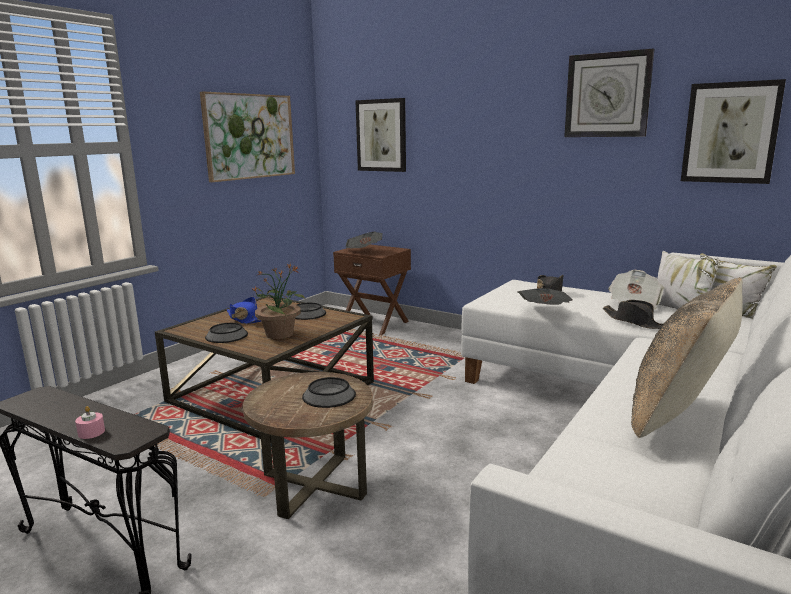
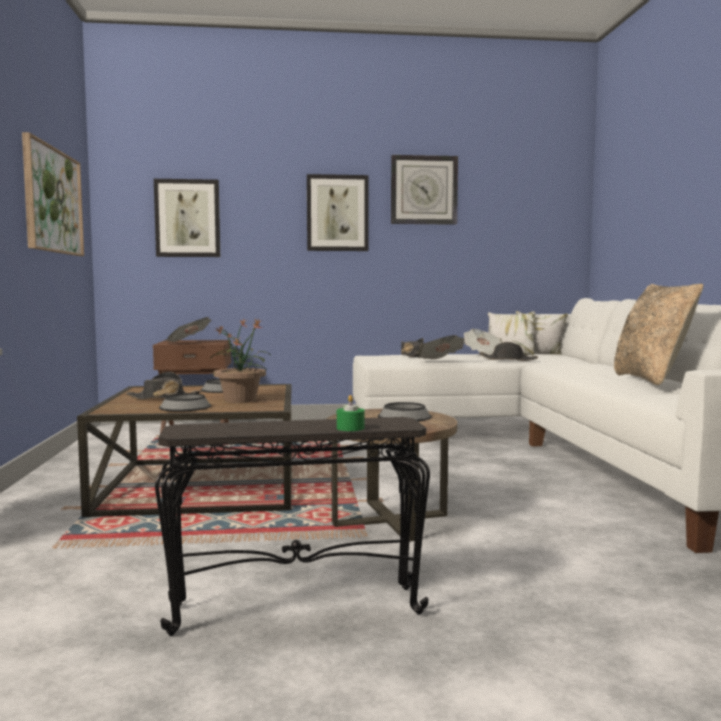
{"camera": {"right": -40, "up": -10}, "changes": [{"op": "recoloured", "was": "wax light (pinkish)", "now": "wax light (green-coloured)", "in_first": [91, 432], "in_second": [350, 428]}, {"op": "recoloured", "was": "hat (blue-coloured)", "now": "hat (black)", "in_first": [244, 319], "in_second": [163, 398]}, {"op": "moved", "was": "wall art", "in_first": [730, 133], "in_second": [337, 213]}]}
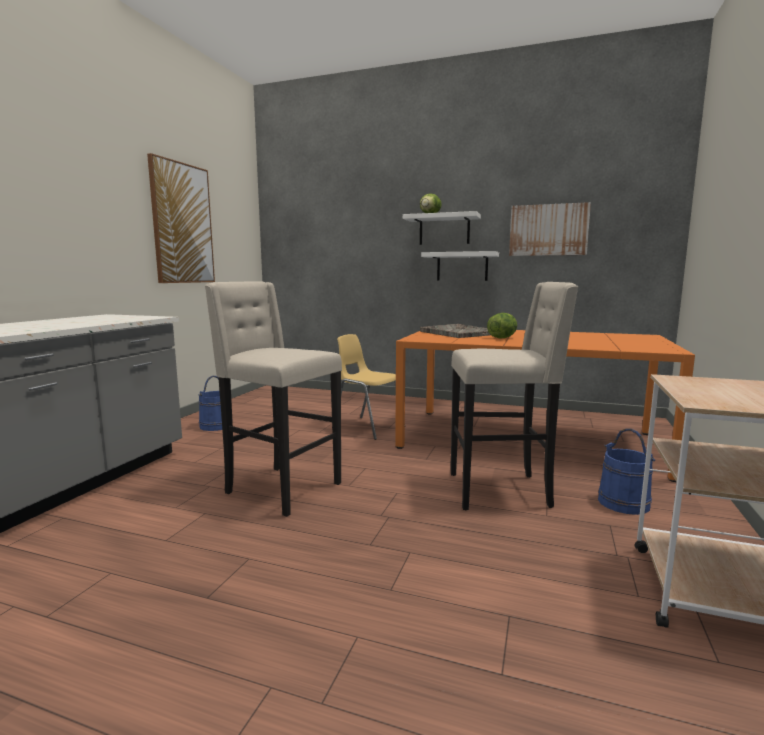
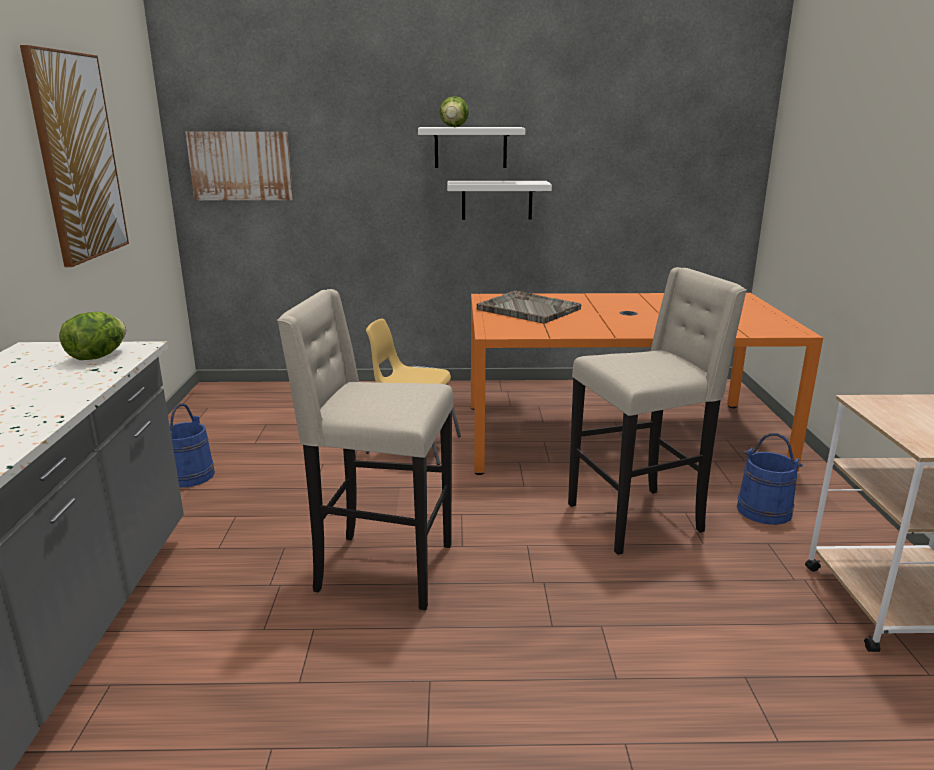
{"camera": {"right": -20, "up": 10}, "changes": [{"op": "moved", "was": "lettuce head", "in_first": [502, 338], "in_second": [98, 357]}, {"op": "moved", "was": "wall art", "in_first": [548, 230], "in_second": [241, 166]}]}
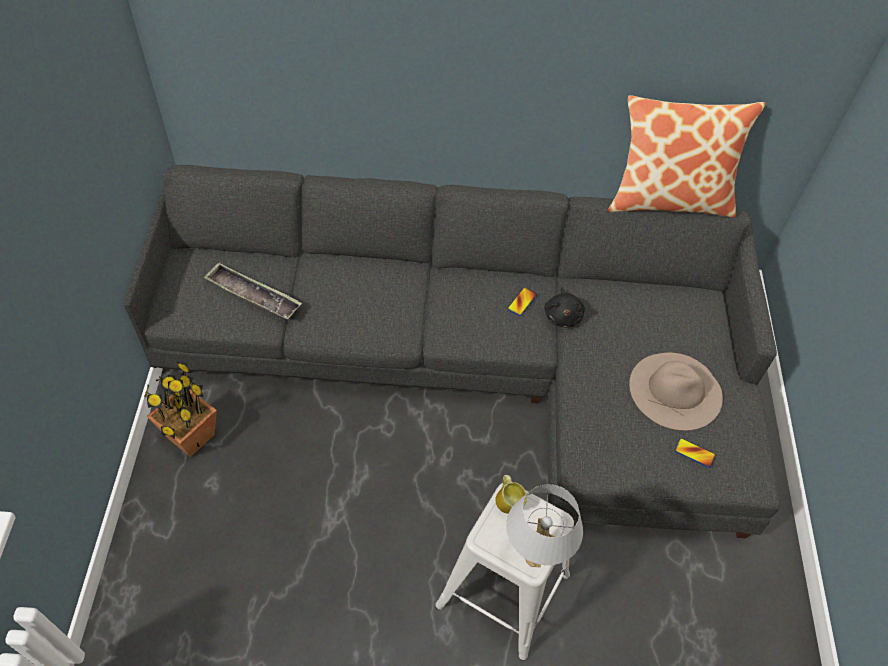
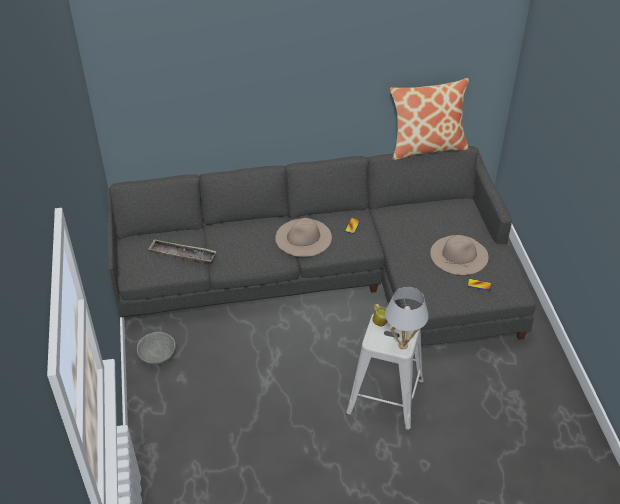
{"camera": {"right": -10, "up": -10}, "changes": [{"op": "replaced", "was": "plant in a pot", "now": "deep dish (grey)", "in_first": [191, 437], "in_second": [158, 355]}, {"op": "removed", "was": "soft toy (black)", "in_first": [563, 315]}, {"op": "added", "now": "hat (beige)", "in_second": [303, 237]}]}
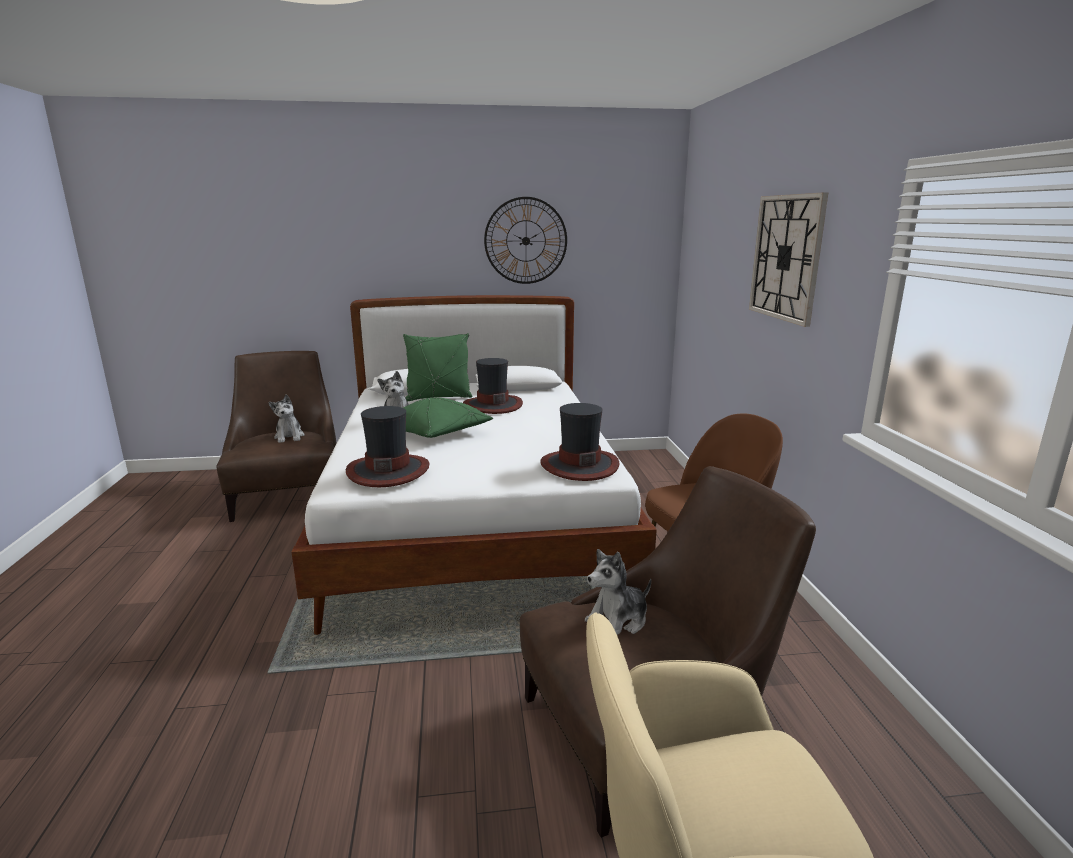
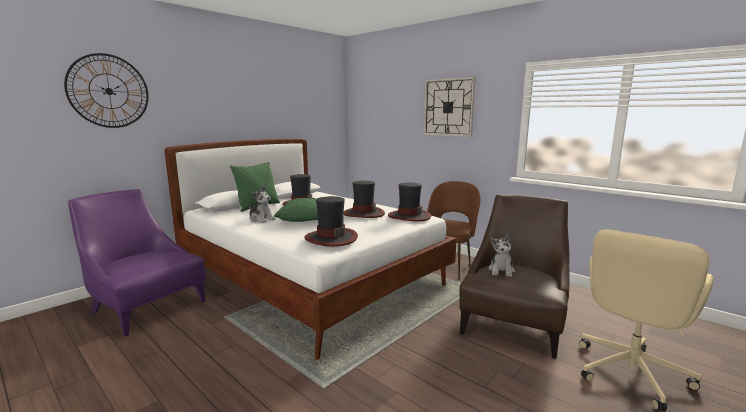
{"camera": {"right": -40, "up": -5}, "changes": [{"op": "recoloured", "was": "easy chair (brown-coloured)", "now": "easy chair (purple-coloured)", "in_first": [289, 492], "in_second": [144, 304]}, {"op": "removed", "was": "soft toy", "in_first": [289, 437]}, {"op": "moved", "was": "wall clock", "in_first": [525, 241], "in_second": [109, 91]}, {"op": "added", "now": "hat", "in_second": [363, 213]}]}
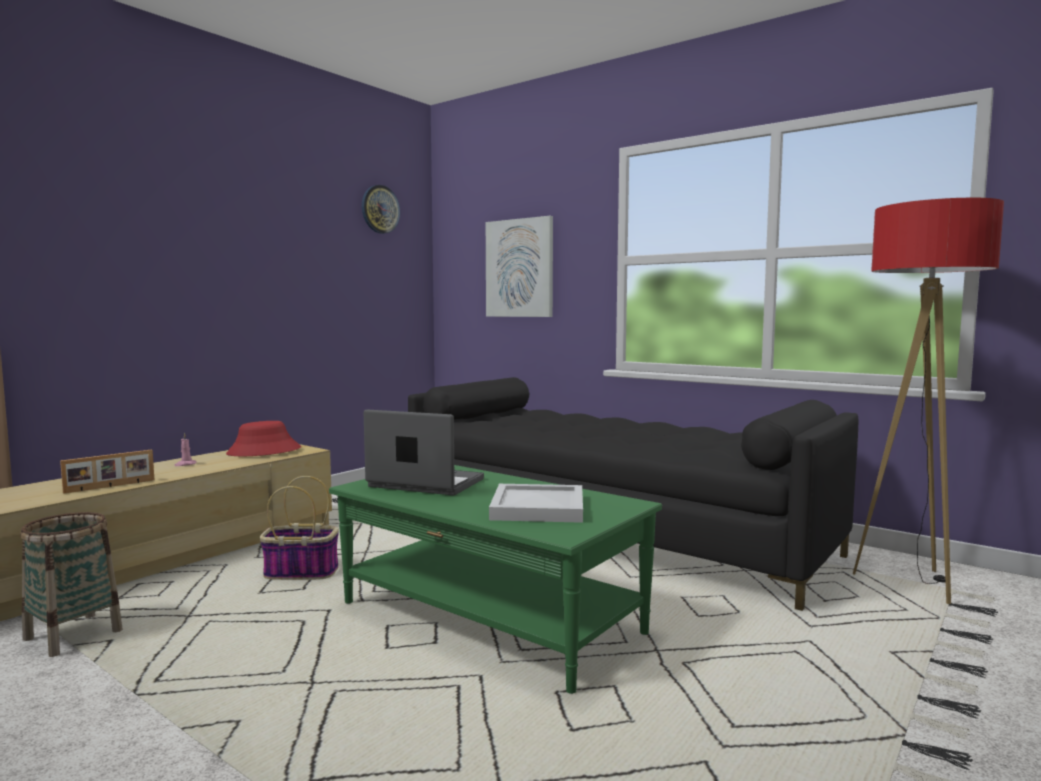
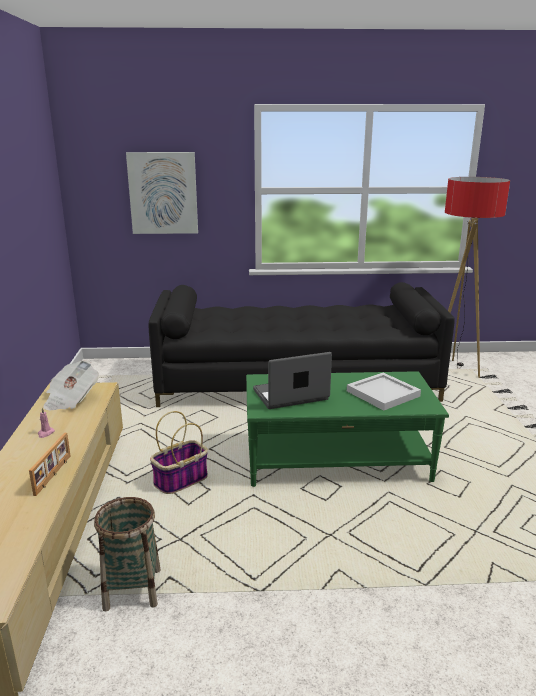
{"camera": {"right": -40, "up": 15}, "changes": [{"op": "replaced", "was": "hat (red-coloured)", "now": "daily paper", "in_first": [264, 451], "in_second": [71, 399]}, {"op": "removed", "was": "wall clock", "in_first": [380, 209]}]}
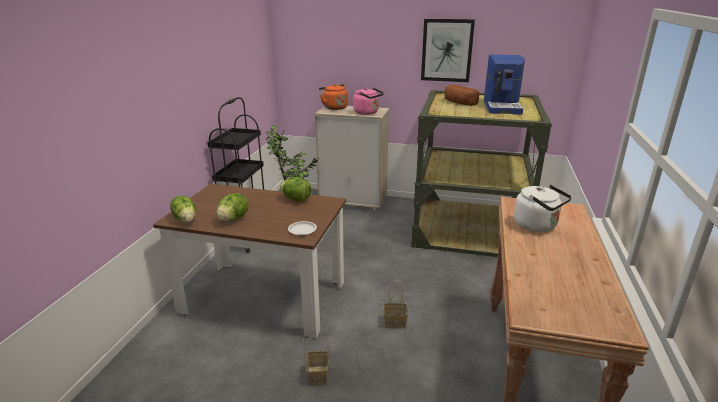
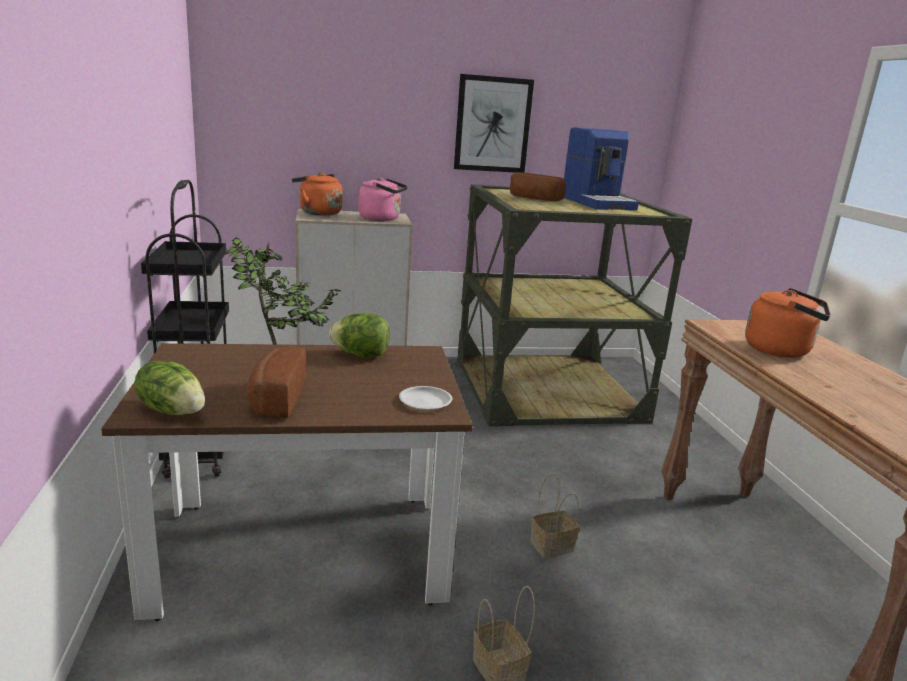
{"camera": {"right": -25, "up": -5}, "changes": [{"op": "replaced", "was": "lettuce head", "now": "baked bread", "in_first": [233, 219], "in_second": [275, 399]}, {"op": "recoloured", "was": "kettle (white-coloured)", "now": "kettle (orange-coloured)", "in_first": [537, 226], "in_second": [781, 350]}]}
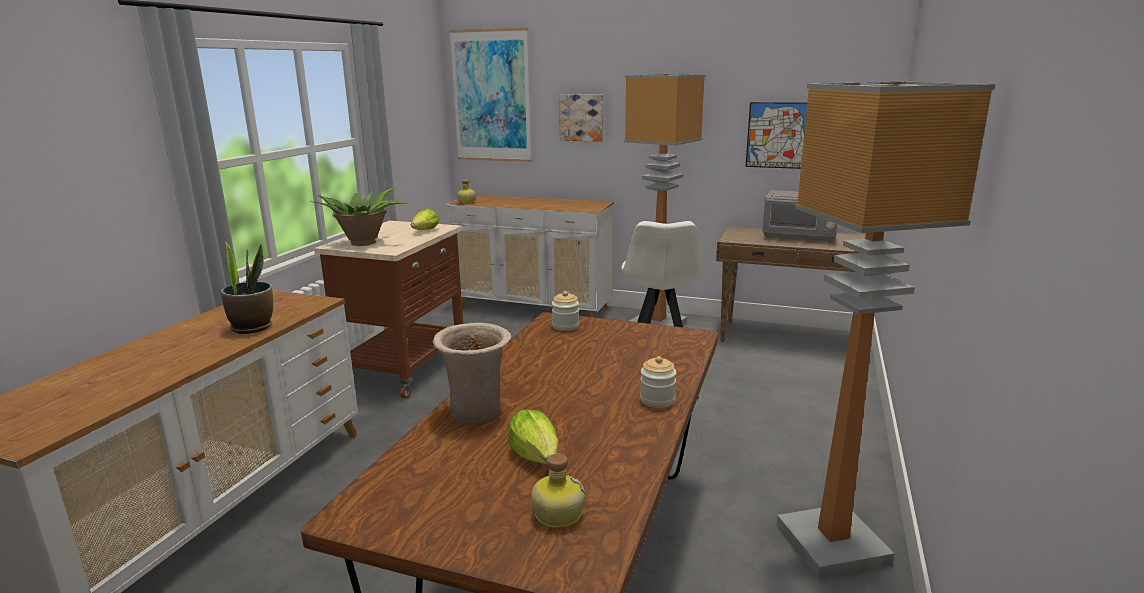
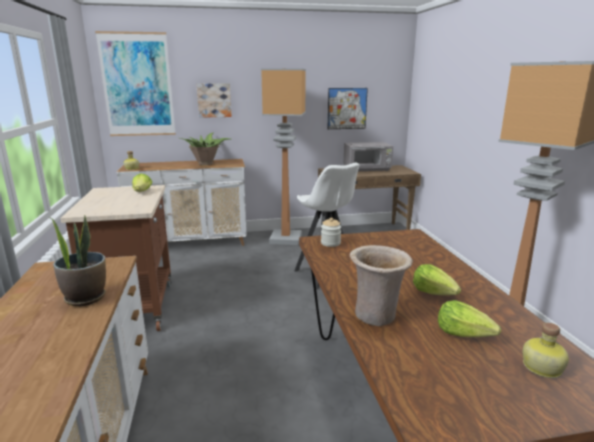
{"camera": {"right": -30, "up": 0}, "changes": [{"op": "moved", "was": "plant in a pot", "in_first": [364, 243], "in_second": [206, 163]}, {"op": "removed", "was": "preserve jar", "in_first": [657, 400]}, {"op": "added", "now": "lettuce head", "in_second": [434, 292]}]}
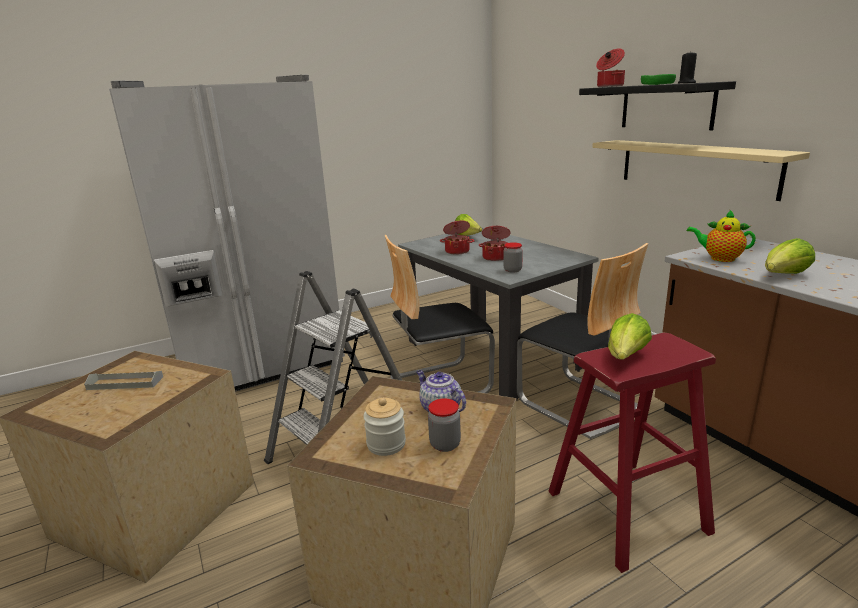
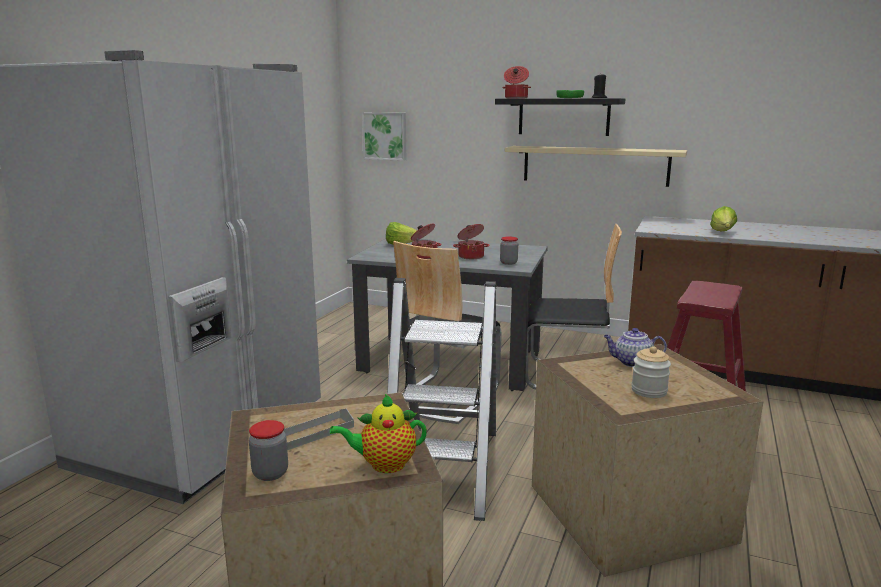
{"camera": {"right": -40, "up": -5}, "changes": [{"op": "moved", "was": "preserve jar", "in_first": [445, 444], "in_second": [270, 473]}, {"op": "removed", "was": "lettuce head", "in_first": [626, 357]}, {"op": "moved", "was": "pot for tea", "in_first": [719, 258], "in_second": [384, 465]}, {"op": "added", "now": "wall art", "in_second": [385, 136]}]}
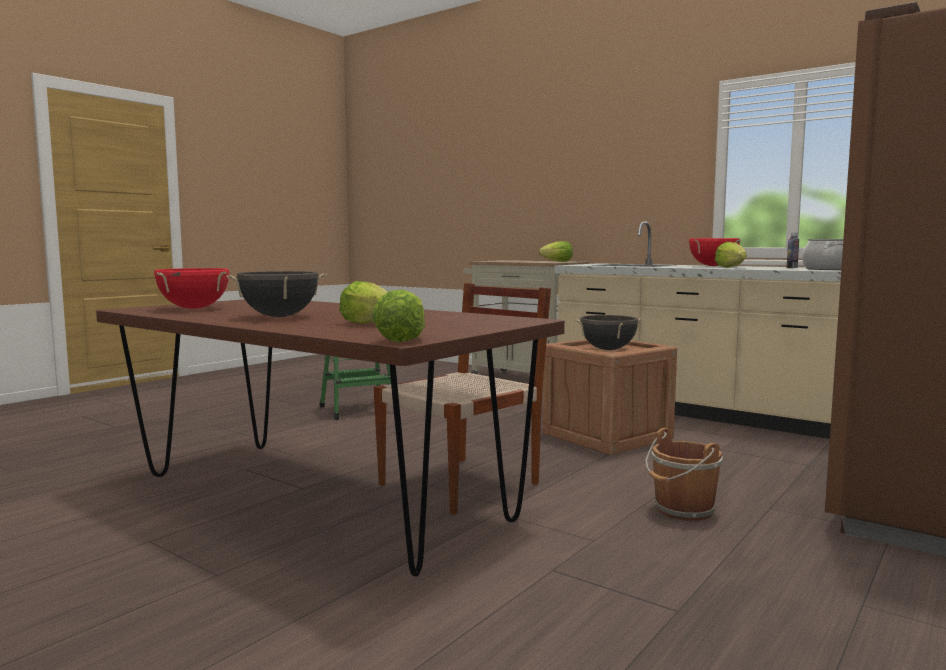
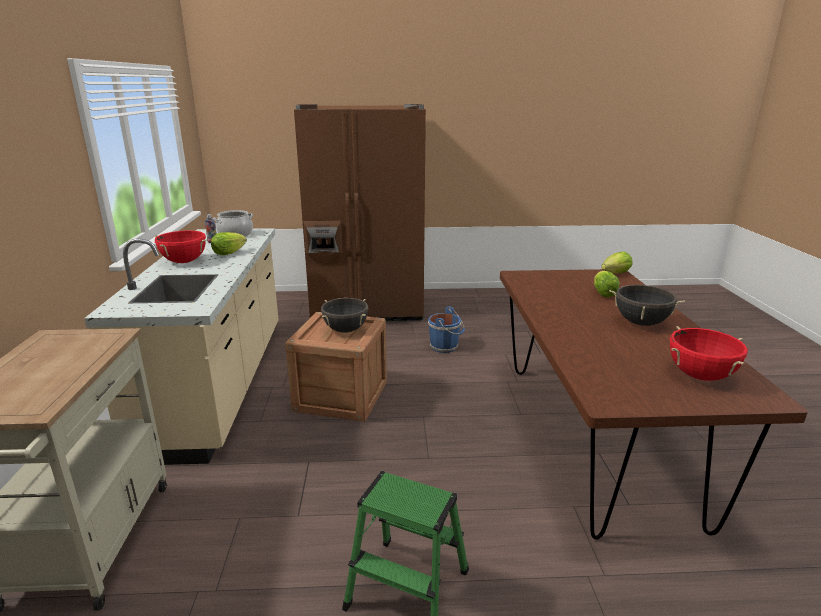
{"camera": {"right": -130, "up": 15}, "changes": [{"op": "removed", "was": "upright chair", "in_first": [462, 484]}, {"op": "removed", "was": "lettuce head", "in_first": [557, 261]}, {"op": "recoloured", "was": "pail (brown-coloured)", "now": "pail (blue-coloured)", "in_first": [682, 510], "in_second": [445, 347]}]}
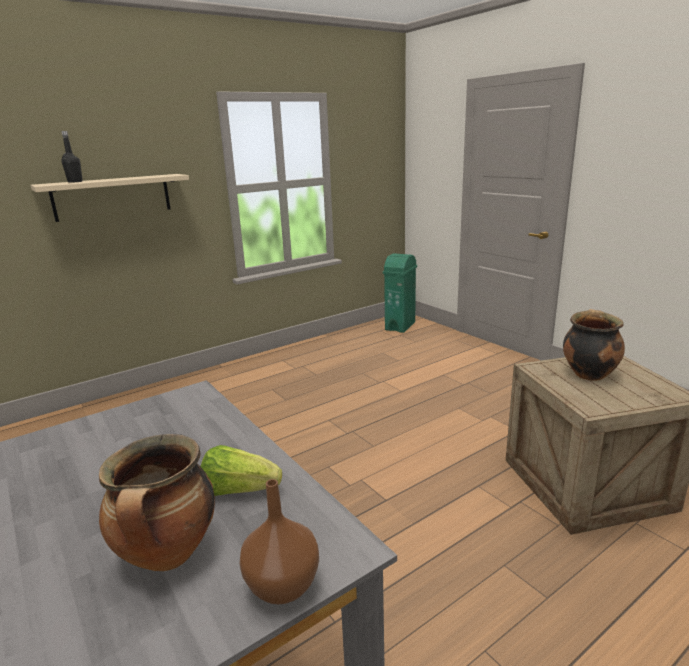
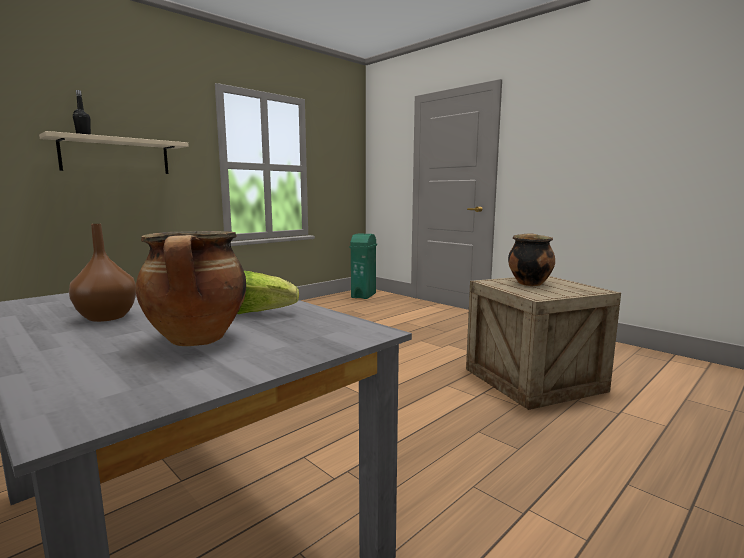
{"camera": {"right": -10, "up": -10}, "changes": [{"op": "moved", "was": "flower vase (brown-coloured)", "in_first": [283, 587], "in_second": [106, 317]}]}
